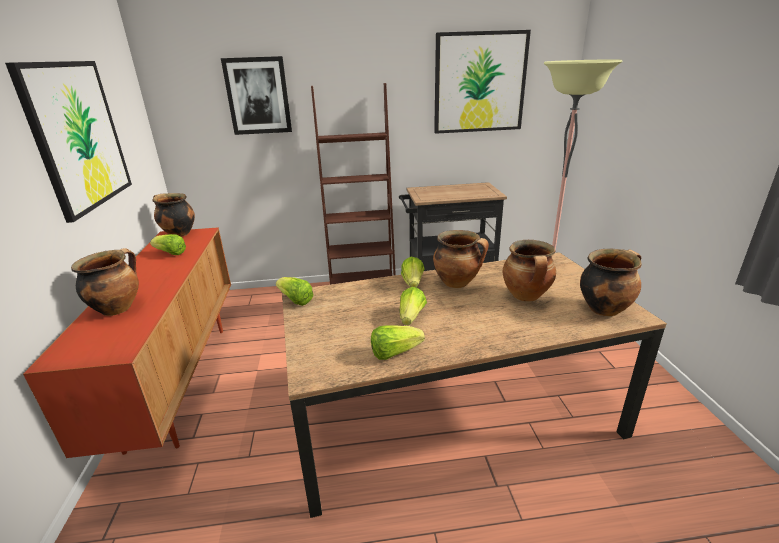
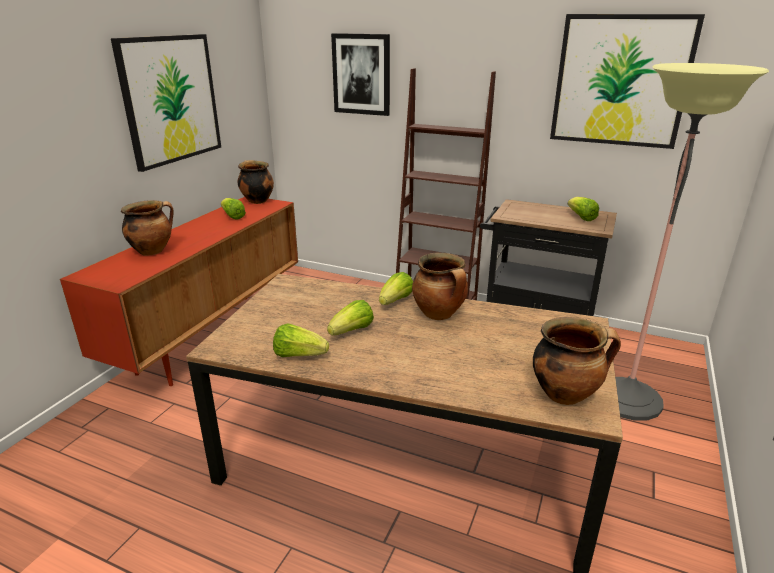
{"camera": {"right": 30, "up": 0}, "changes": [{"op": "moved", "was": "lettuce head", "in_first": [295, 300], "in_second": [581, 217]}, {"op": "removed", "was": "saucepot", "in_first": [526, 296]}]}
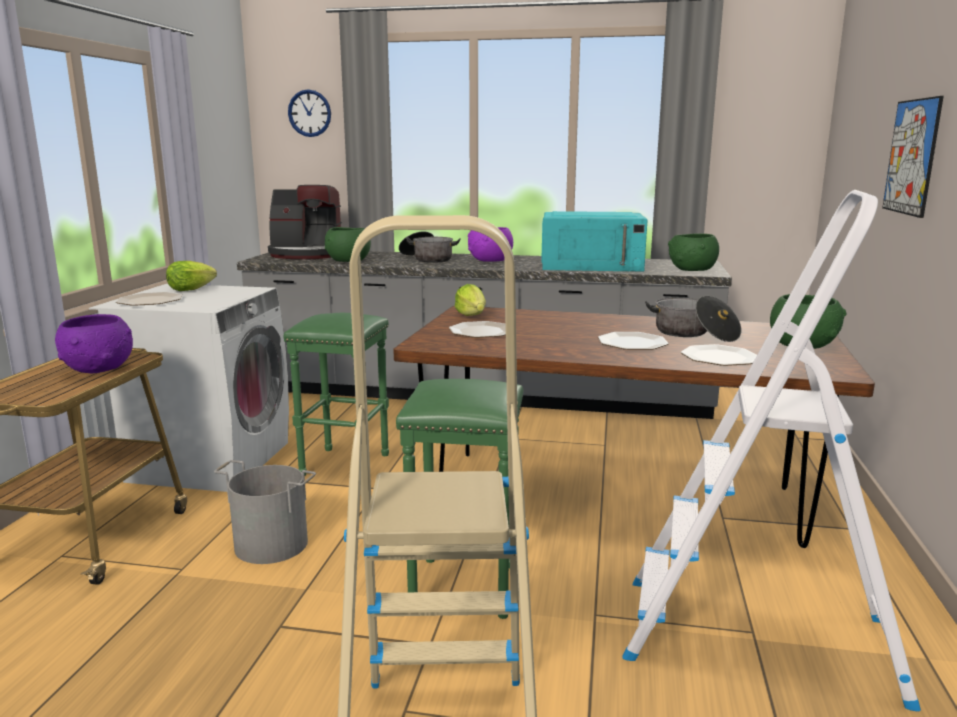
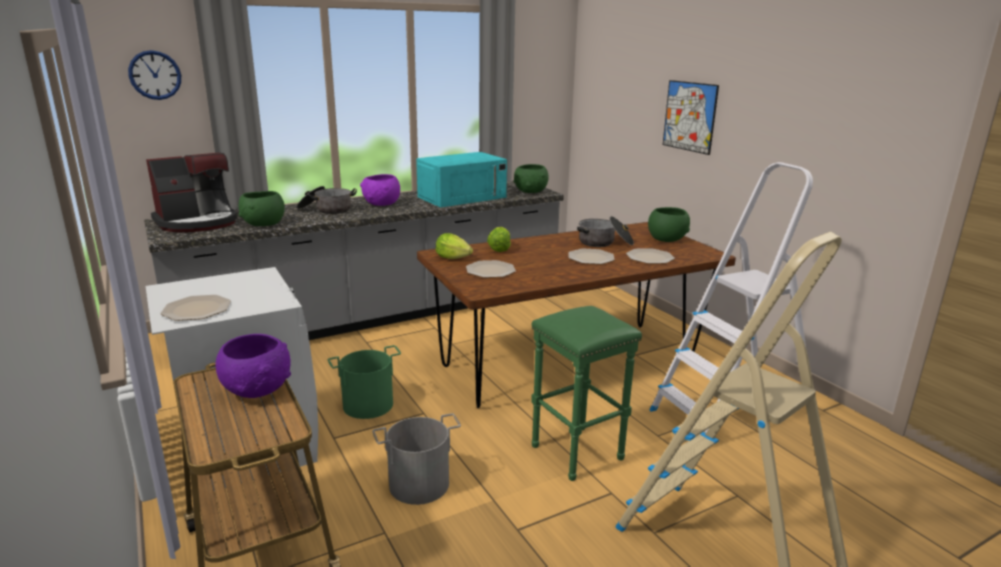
{"camera": {"right": -40, "up": 5}, "changes": [{"op": "moved", "was": "lettuce head", "in_first": [190, 289], "in_second": [499, 249]}, {"op": "replaced", "was": "sitting stool (green-coloured)", "now": "pail (green-coloured)", "in_first": [344, 463], "in_second": [367, 404]}]}
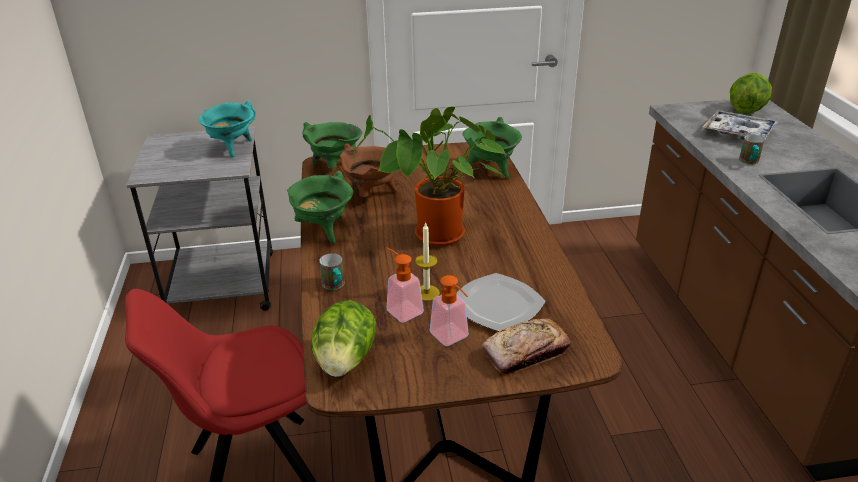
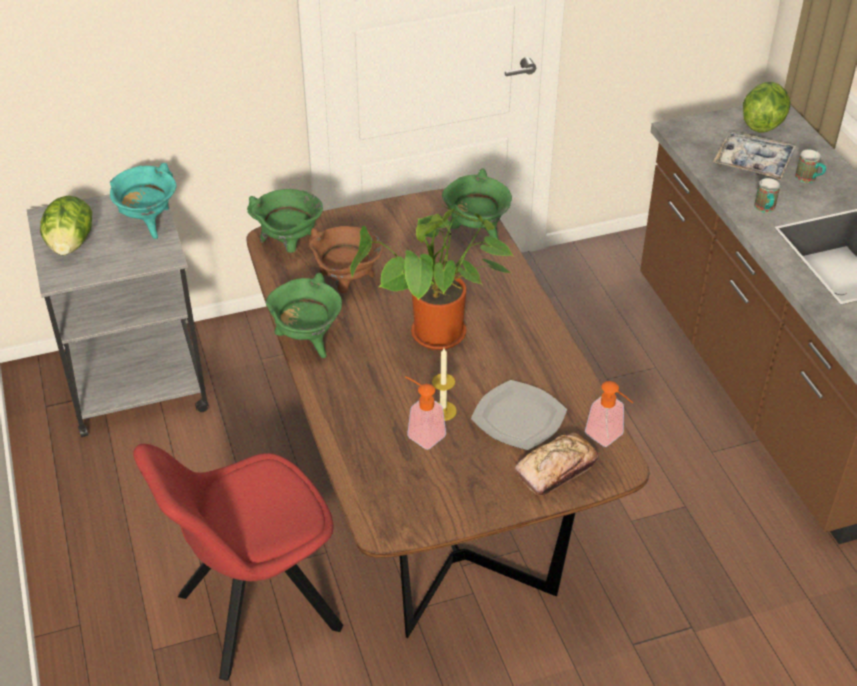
{"camera": {"right": -10, "up": 10}, "changes": [{"op": "moved", "was": "lettuce head", "in_first": [345, 361], "in_second": [70, 245]}, {"op": "moved", "was": "mug", "in_first": [335, 286], "in_second": [809, 179]}, {"op": "moved", "was": "soap bottle", "in_first": [453, 338], "in_second": [609, 437]}]}
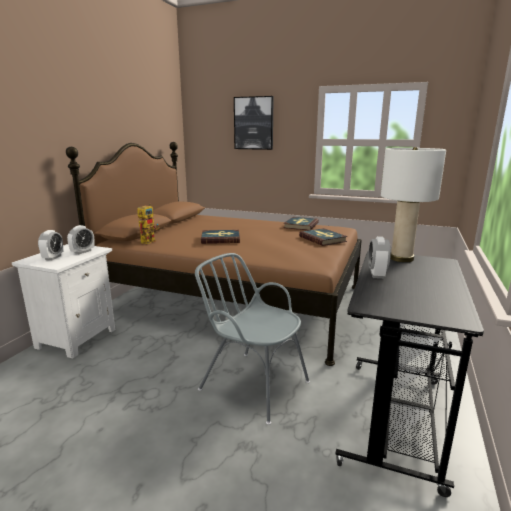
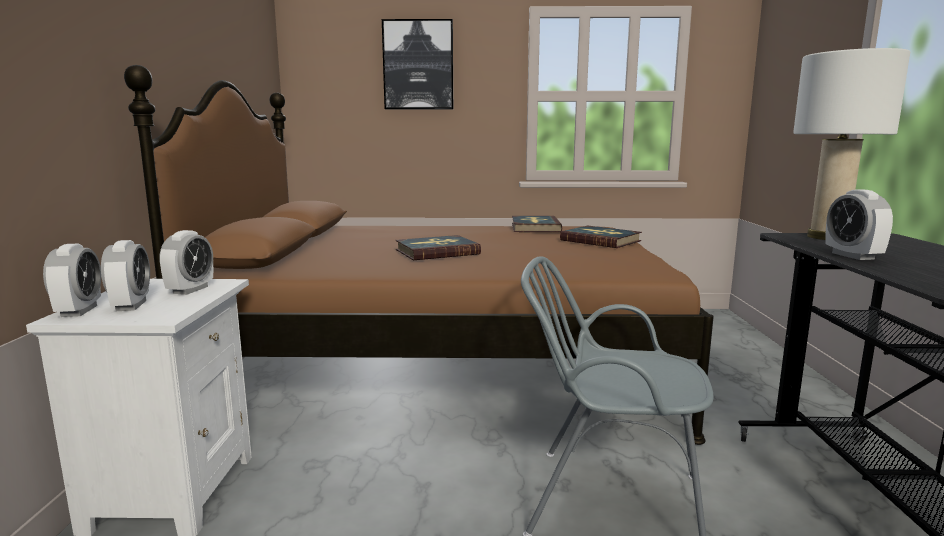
{"camera": {"right": -20, "up": -5}, "changes": [{"op": "removed", "was": "toy robot", "in_first": [149, 241]}, {"op": "added", "now": "table clock", "in_second": [79, 311]}]}
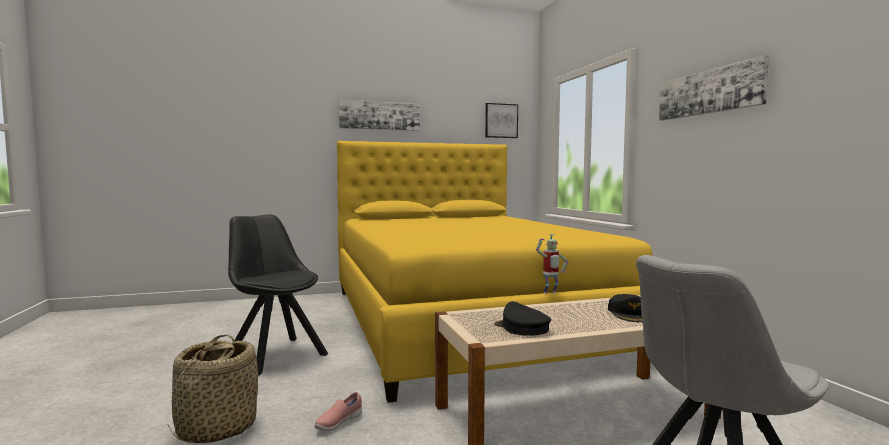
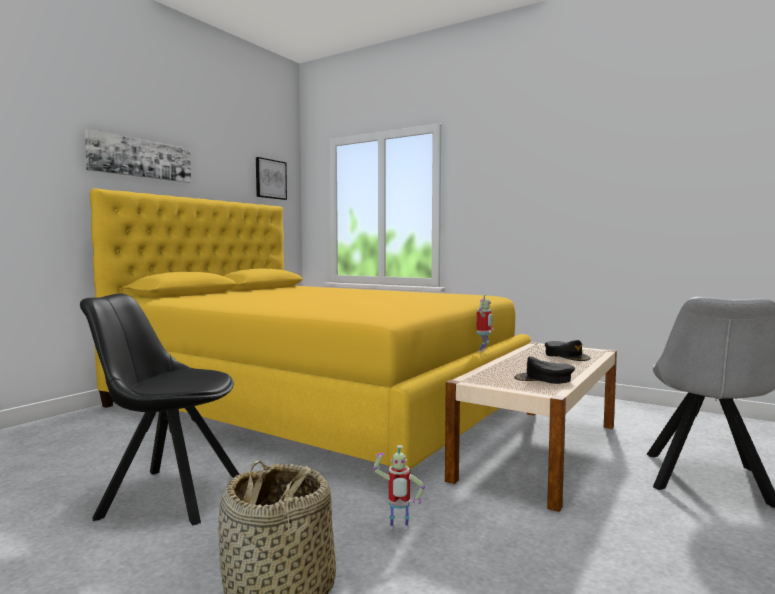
{"camera": {"right": -40, "up": 0}, "changes": [{"op": "replaced", "was": "shoe (pinkish)", "now": "toy robot", "in_first": [338, 423], "in_second": [398, 529]}, {"op": "removed", "was": "wall art", "in_first": [709, 92]}]}
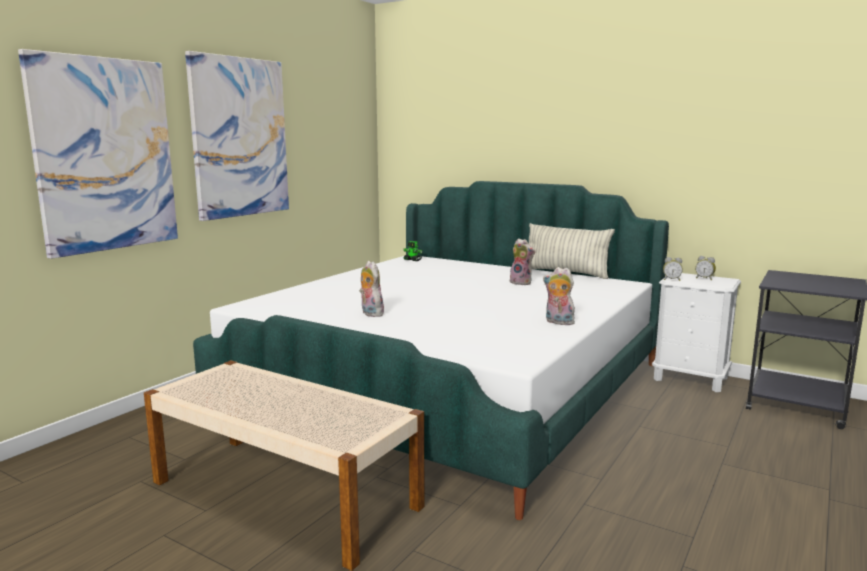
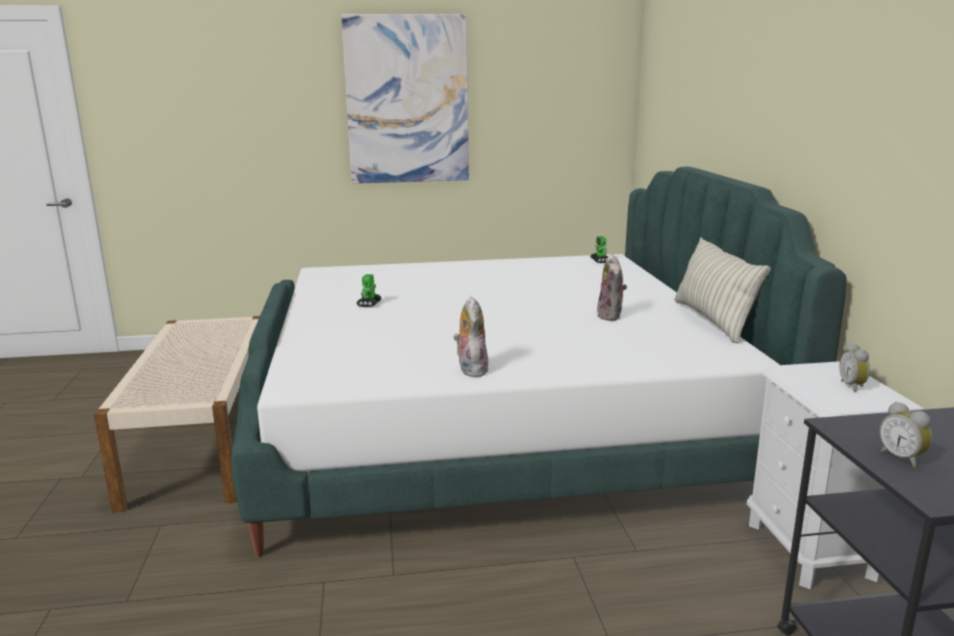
{"camera": {"right": 50, "up": 5}, "changes": [{"op": "removed", "was": "wall art", "in_first": [105, 155]}, {"op": "replaced", "was": "soft toy", "now": "toy robot", "in_first": [370, 313], "in_second": [369, 304]}, {"op": "moved", "was": "table clock", "in_first": [671, 280], "in_second": [902, 458]}]}
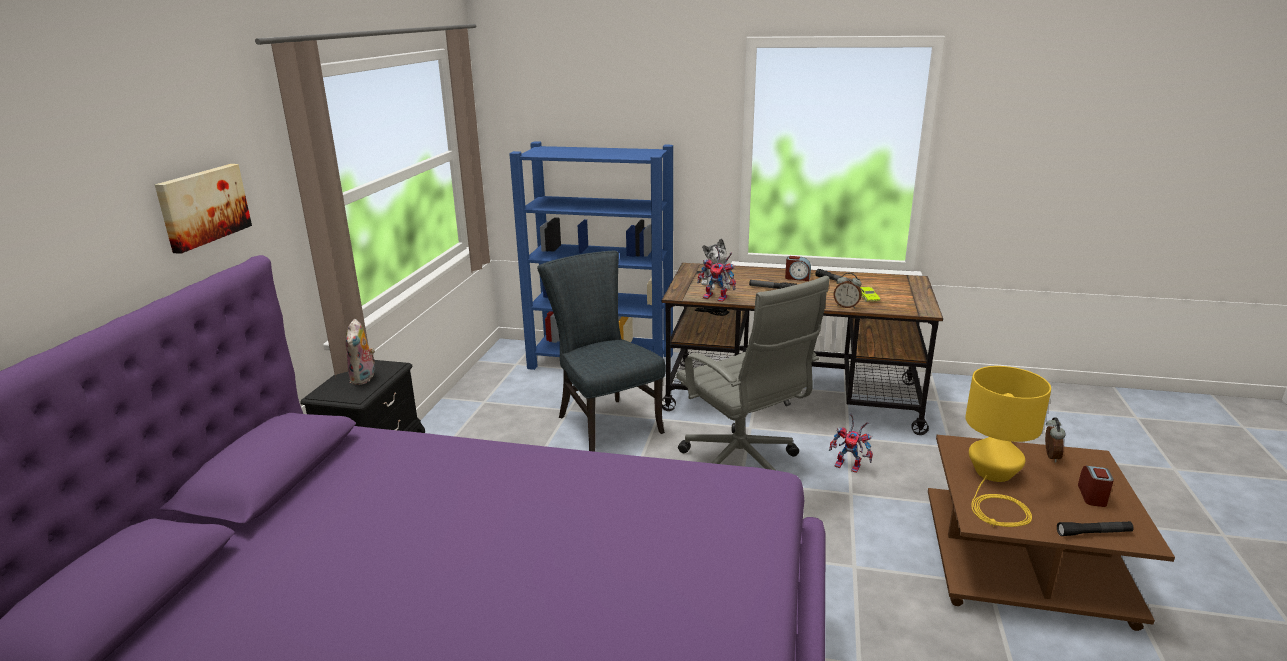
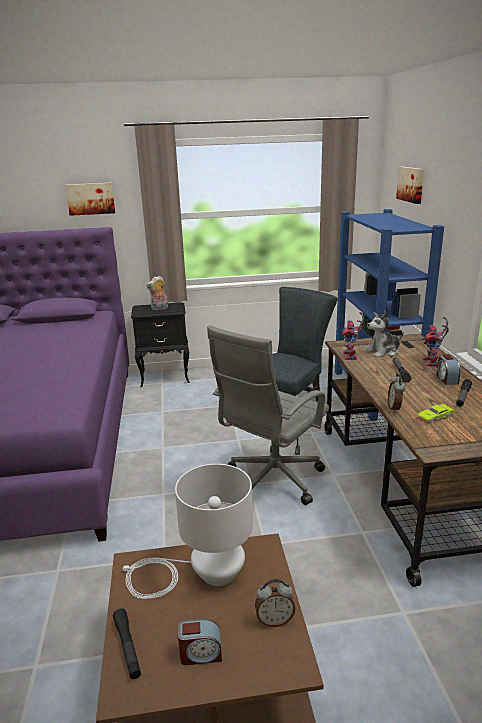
{"camera": {"right": 70, "up": 0}, "changes": [{"op": "moved", "was": "toy robot", "in_first": [850, 466], "in_second": [433, 363]}, {"op": "recoloured", "was": "lamp for a table (yellowish)", "now": "lamp for a table (white-coloured)", "in_first": [995, 487], "in_second": [192, 574]}, {"op": "added", "now": "wall art", "in_second": [411, 184]}]}
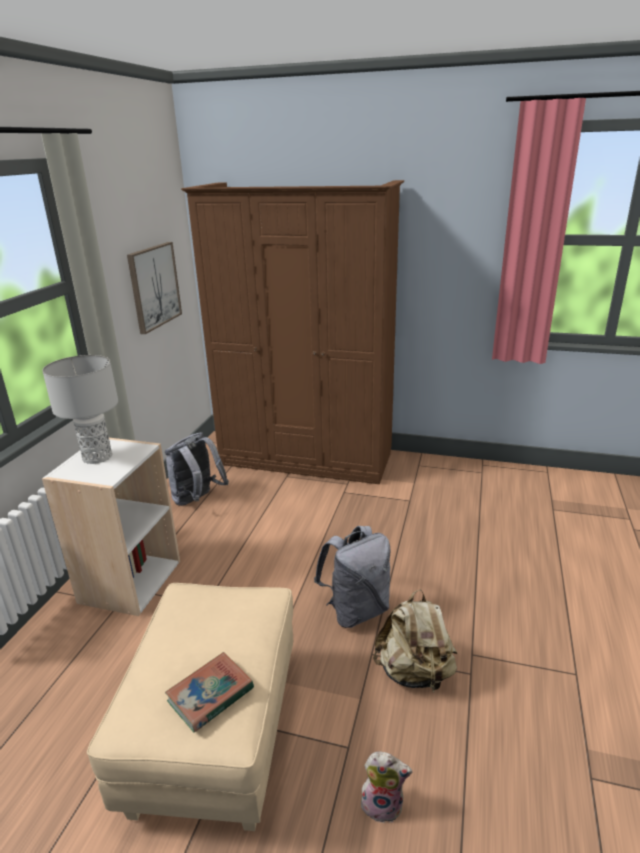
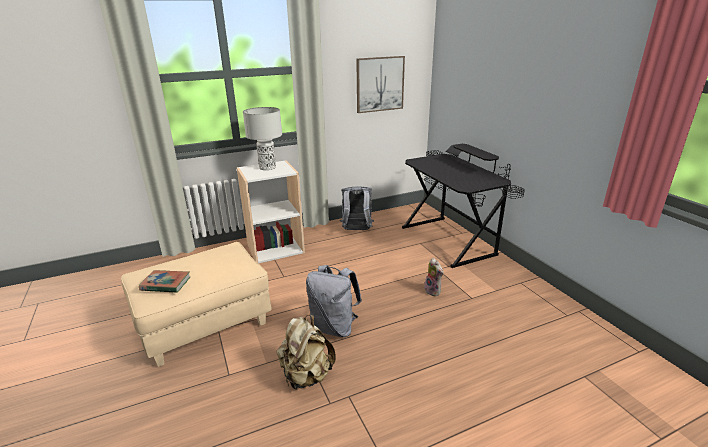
{"camera": {"right": 50, "up": 0}, "changes": [{"op": "replaced", "was": "wardrobe (brown-coloured)", "now": "desk (black)", "in_first": [307, 458], "in_second": [450, 240]}, {"op": "moved", "was": "soft toy", "in_first": [383, 804], "in_second": [433, 291]}]}
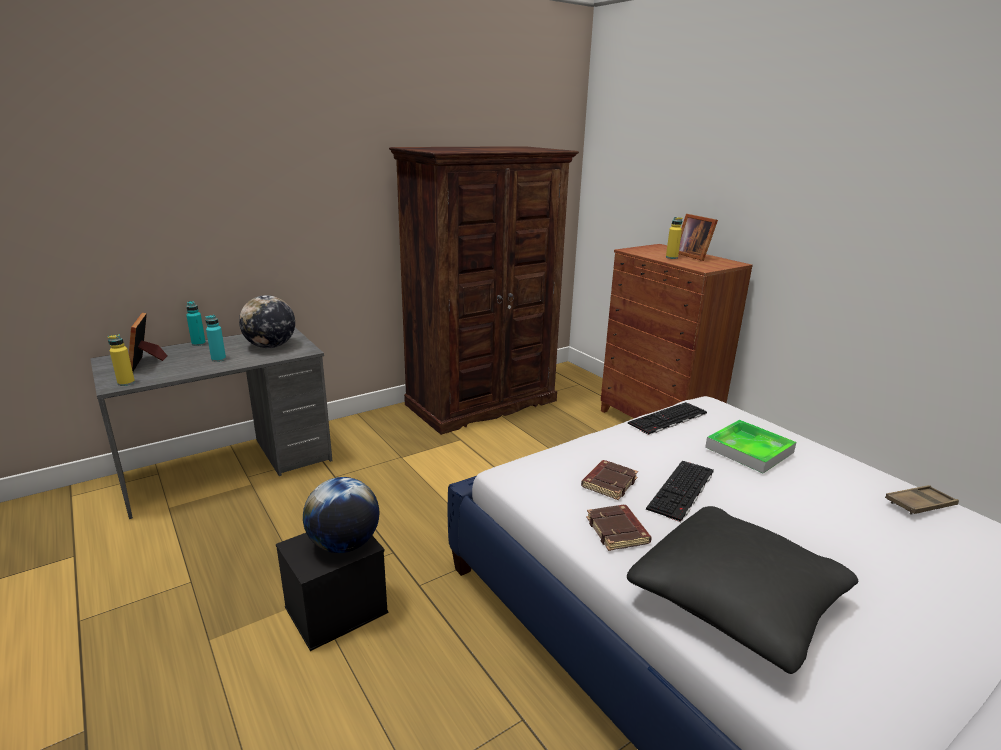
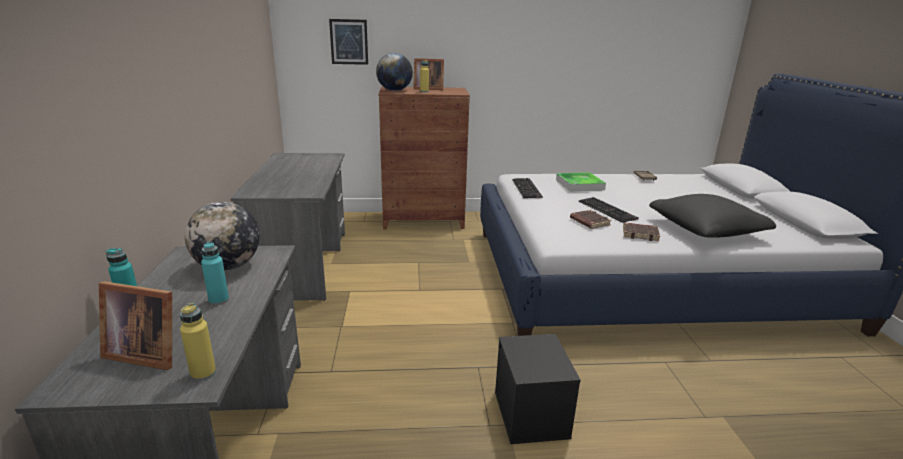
{"camera": {"right": -60, "up": 0}, "changes": [{"op": "moved", "was": "world globe", "in_first": [344, 544], "in_second": [394, 90]}, {"op": "replaced", "was": "wardrobe (brown-coloured)", "now": "desk (grey)", "in_first": [482, 403], "in_second": [303, 264]}, {"op": "added", "now": "wall art", "in_second": [349, 42]}]}
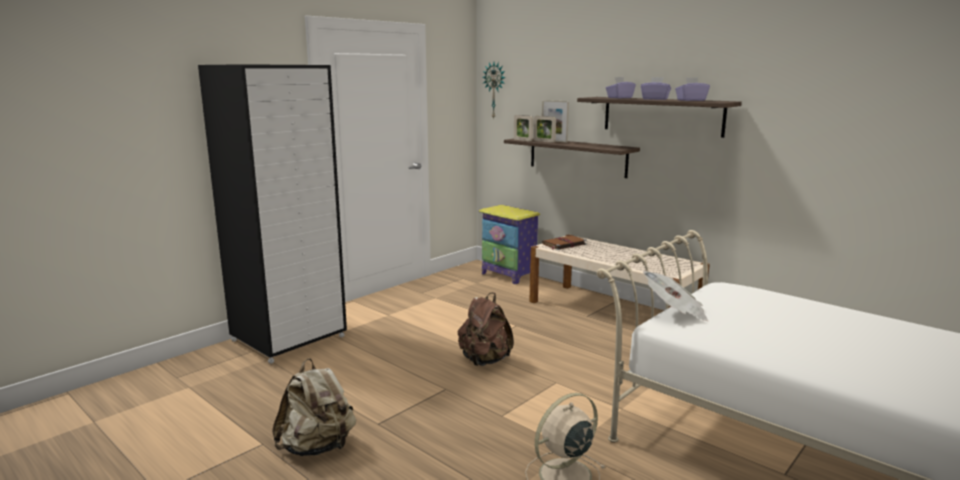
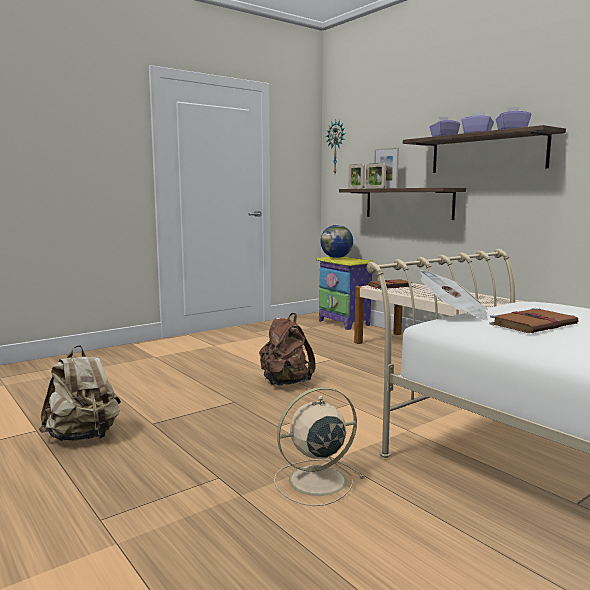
{"camera": {"right": 10, "up": -5}, "changes": [{"op": "removed", "was": "wardrobe", "in_first": [289, 339]}, {"op": "added", "now": "world globe", "in_second": [336, 257]}, {"op": "added", "now": "bound book (brown-coloured)", "in_second": [534, 324]}]}
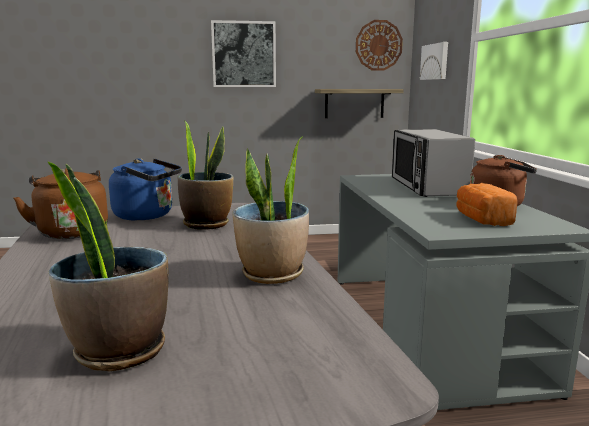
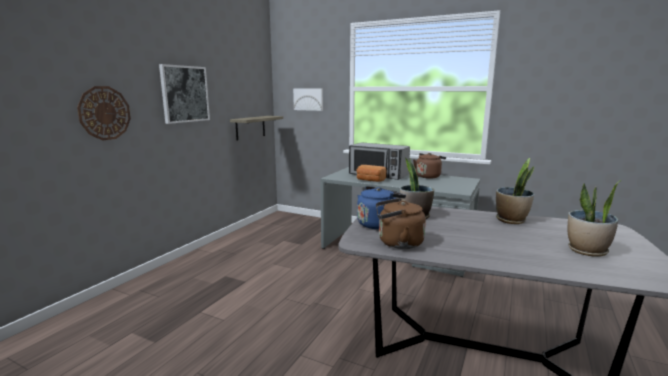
{"camera": {"right": -55, "up": 0}, "changes": [{"op": "moved", "was": "wall clock", "in_first": [378, 45], "in_second": [104, 113]}, {"op": "moved", "was": "baked bread", "in_first": [481, 219], "in_second": [370, 180]}]}
